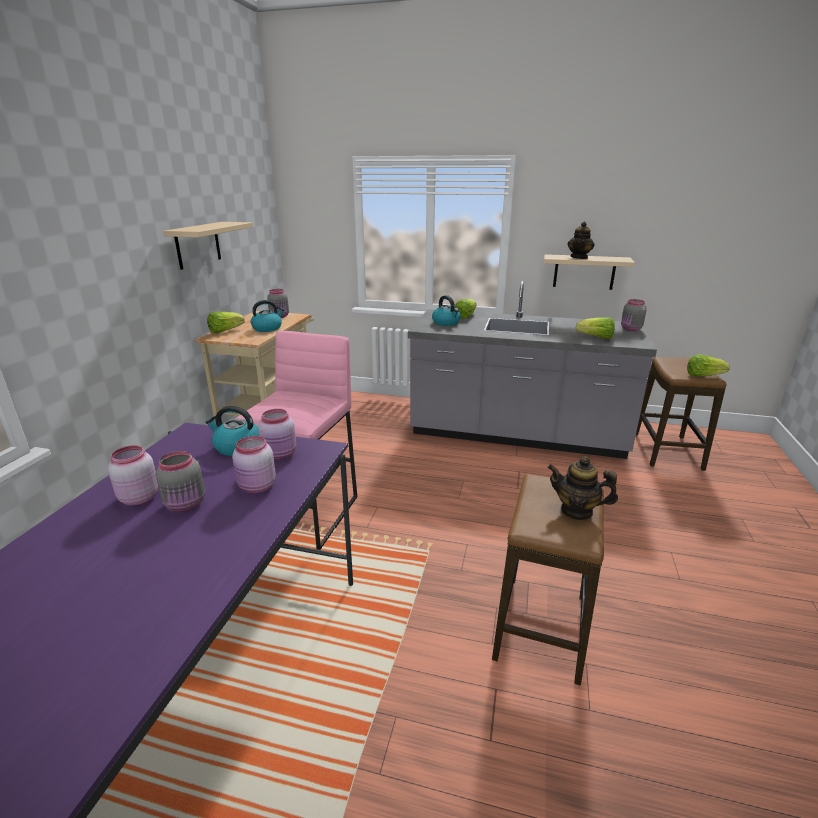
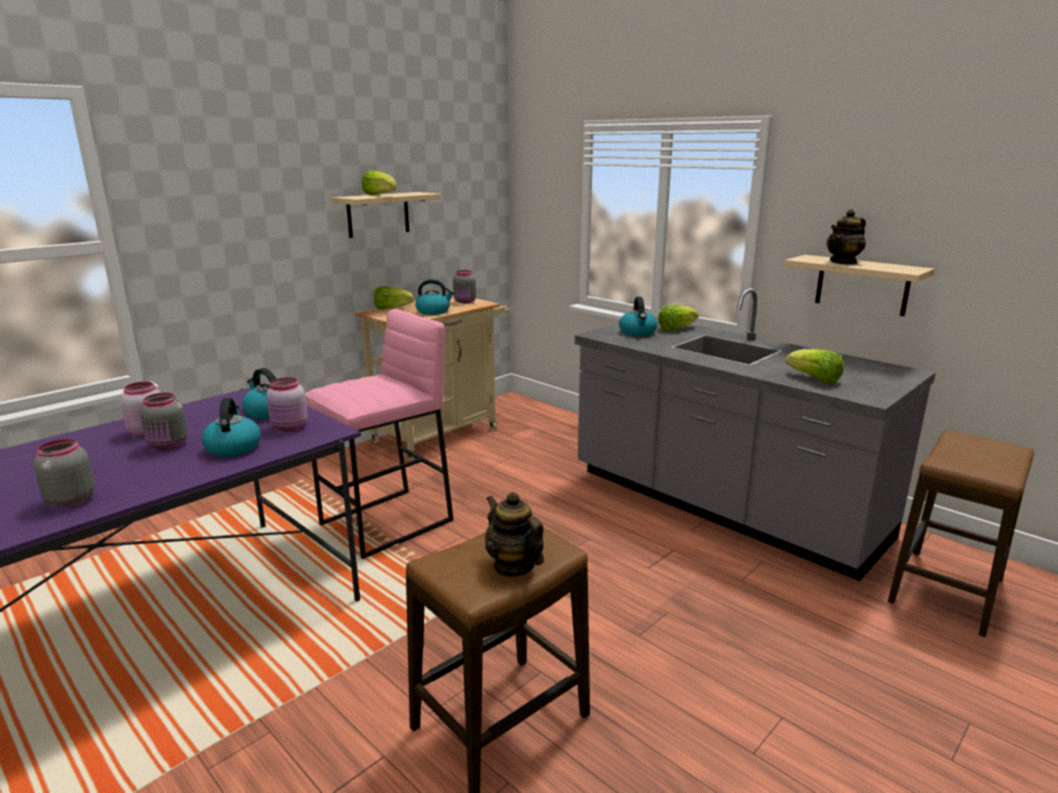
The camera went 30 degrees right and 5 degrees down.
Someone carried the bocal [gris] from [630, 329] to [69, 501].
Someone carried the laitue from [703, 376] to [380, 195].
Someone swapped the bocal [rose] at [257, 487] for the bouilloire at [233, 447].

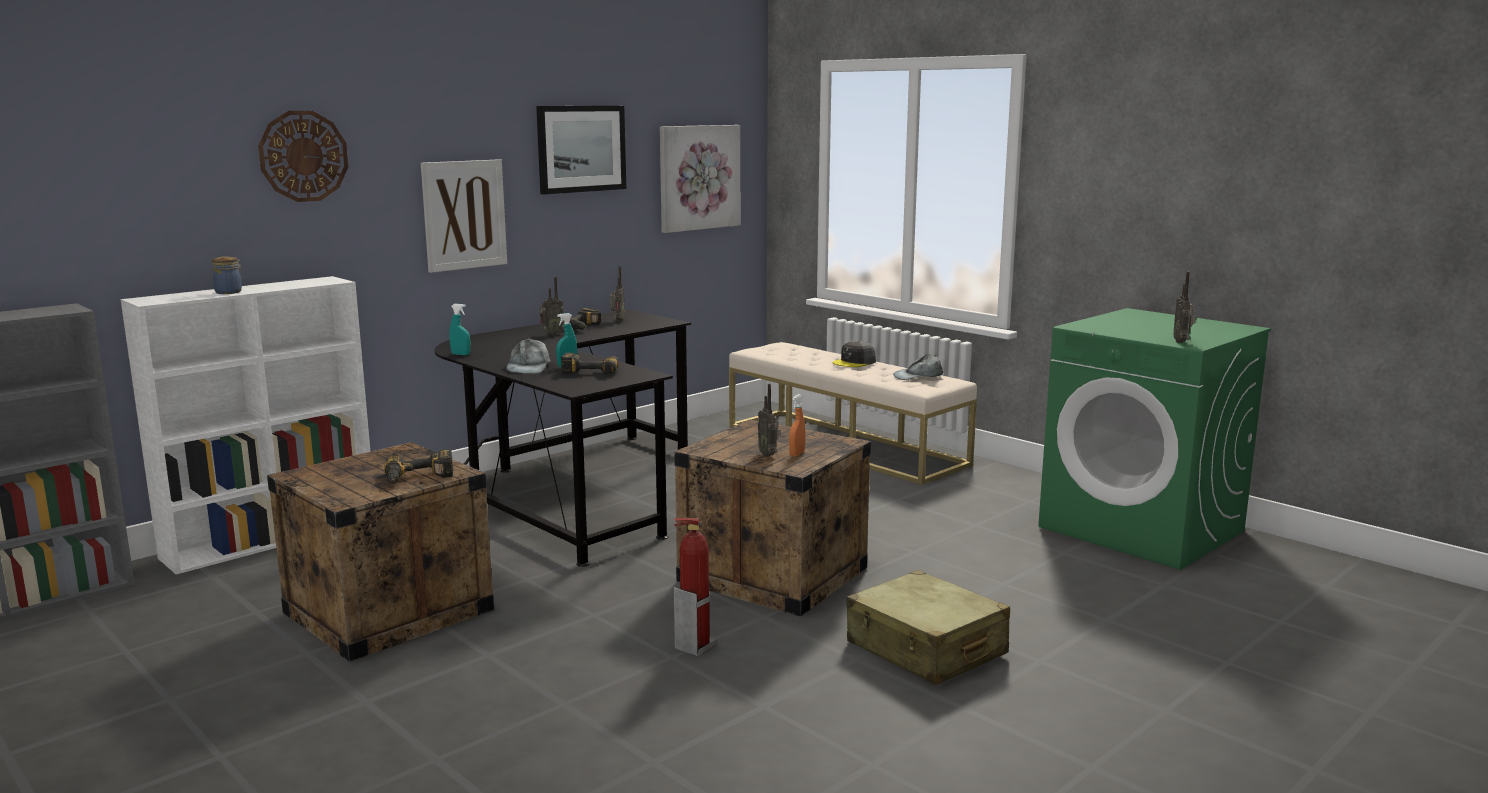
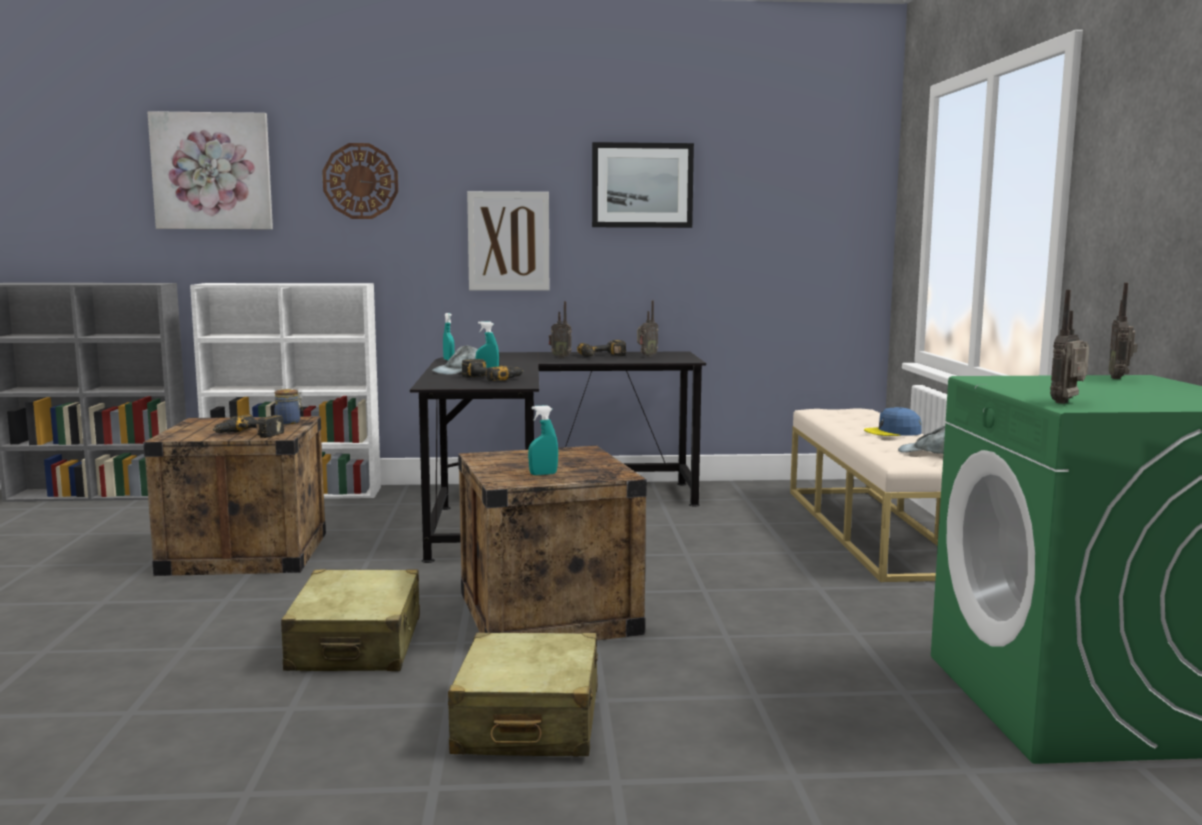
The camera went 40 degrees right and 5 degrees down.
Someone carried the bocal from [229, 292] to [289, 422].
Someone carried the tableau from [698, 177] to [212, 171].
Someone carried the radio from [769, 455] to [1120, 378].
Someone swapped the extincteur at [694, 646] for the valise [beige] at [356, 644].
Someone repainted the vaporisateur [orange] at [797, 454], which became the vaporisateur [turquoise] at [543, 474].
Someone repainted the casquette [gris] at [854, 362], which became the casquette [bleu] at [893, 432].

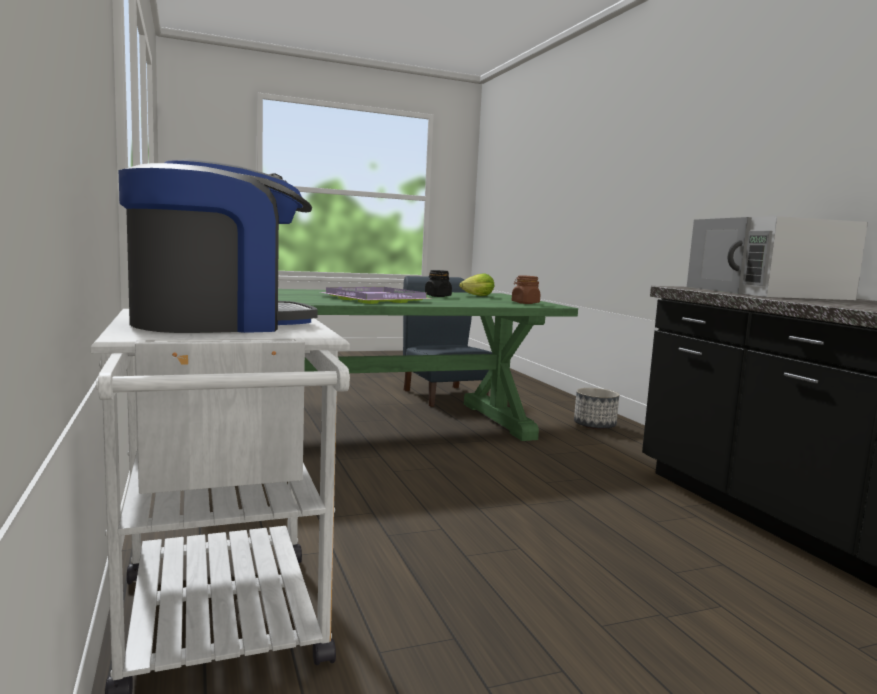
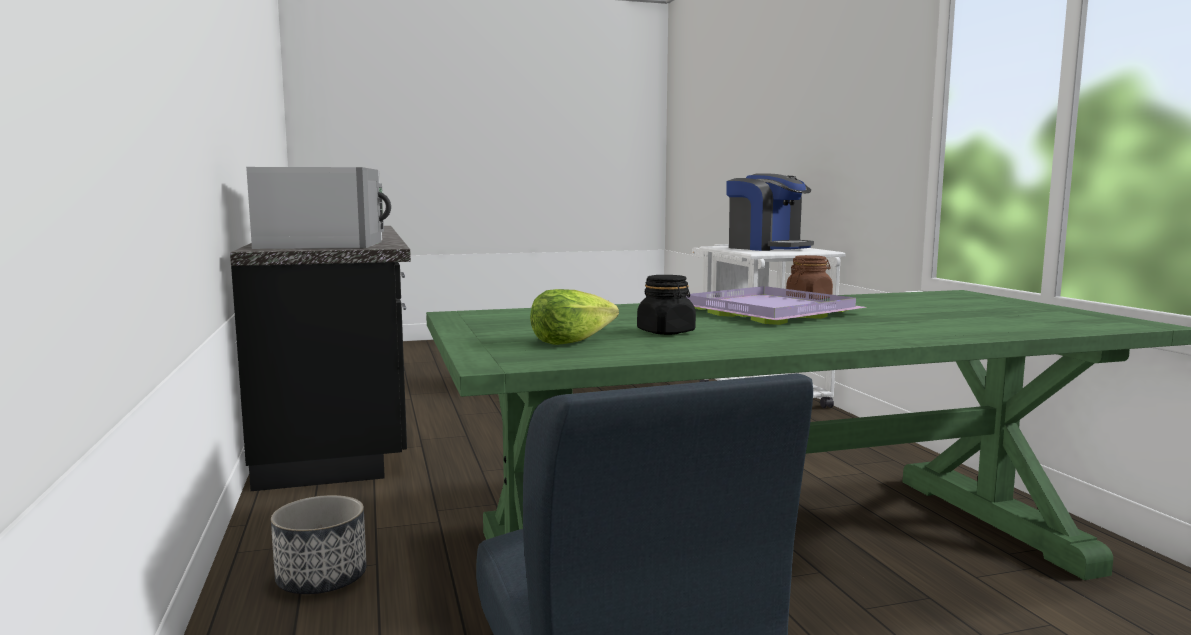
The camera went 175 degrees left and 0 degrees up.
Someone carried the bocal [marron] from [525, 303] to [808, 299].
Someone rotated the machine à café at [219, 323] by 105 degrees counterclockwise.

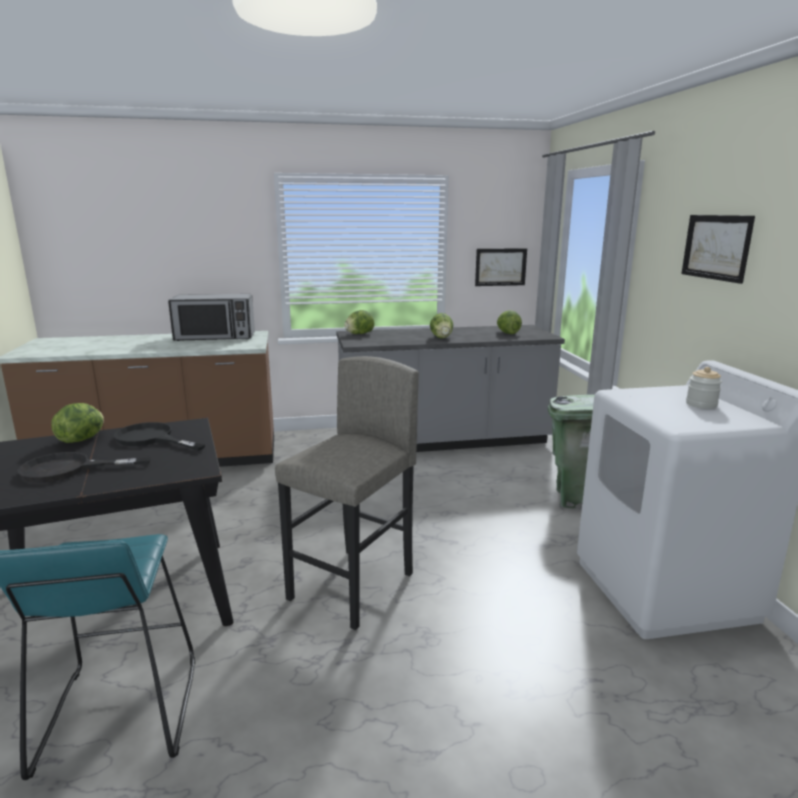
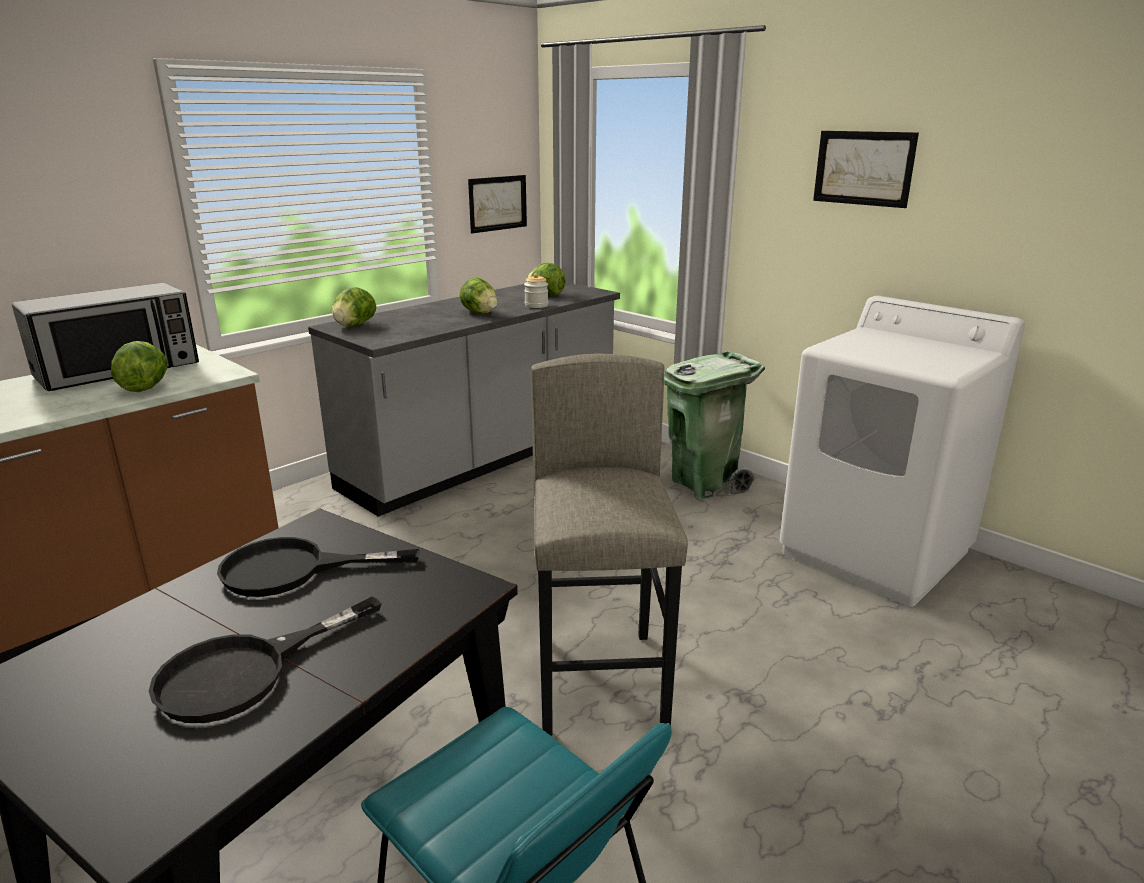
The camera went 35 degrees left and 5 degrees up.
Someone carried the laitue from [82, 439] to [145, 388].
Someone carried the bocal from [701, 404] to [536, 305].

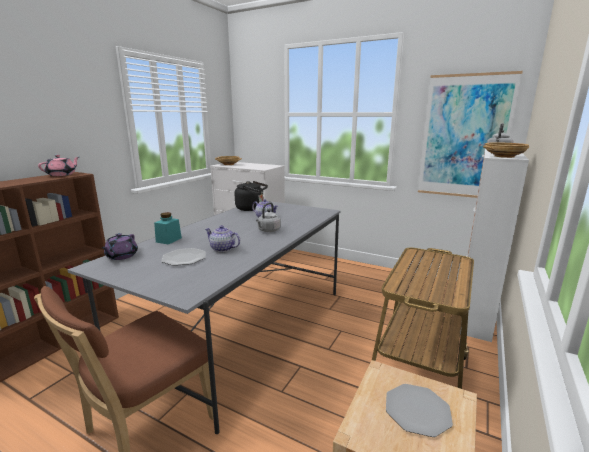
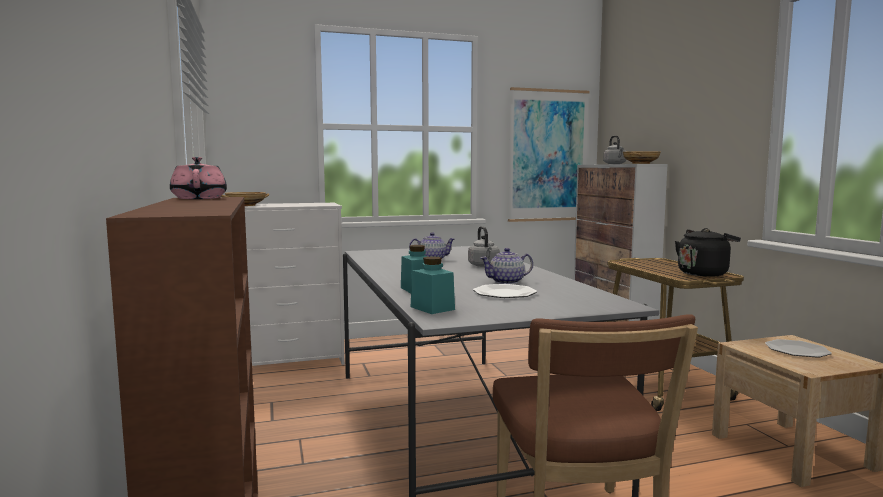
The camera went 45 degrees left and 10 degrees down.
Someone carried the bouilloire [noir] from [251, 208] to [704, 273].
Someone swapped the théière [violet] at [121, 256] for the bocal [turquoise] at [432, 308].

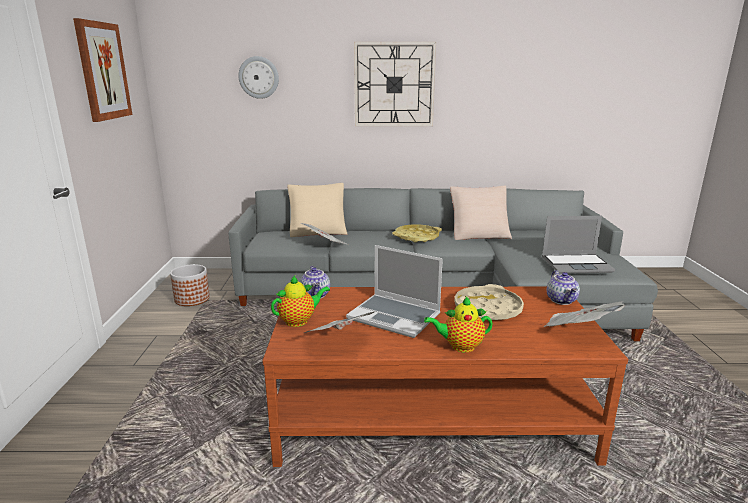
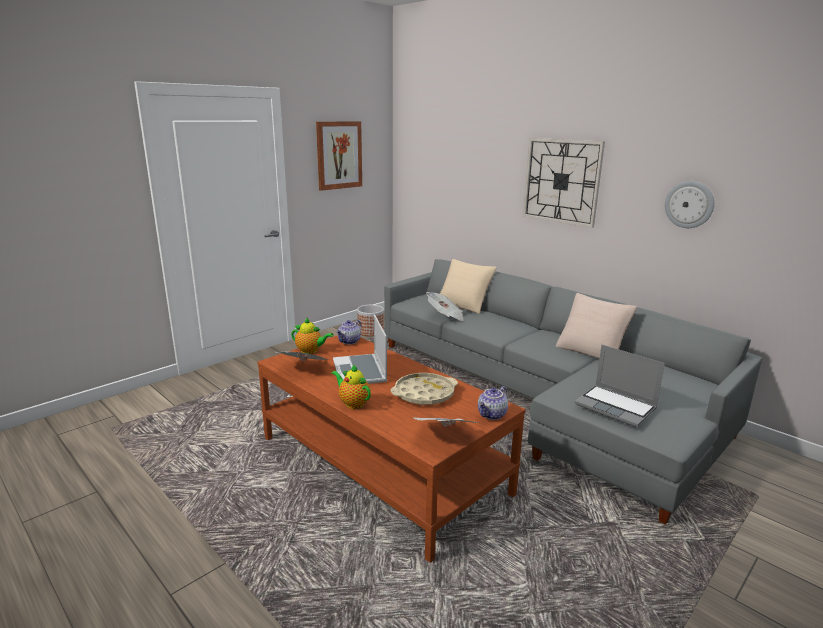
The camera went 45 degrees right and 0 degrees up.
Someone took away the plateau [jaune] at [417, 237].
Someone carried the horloge murale from [259, 77] to [689, 204].

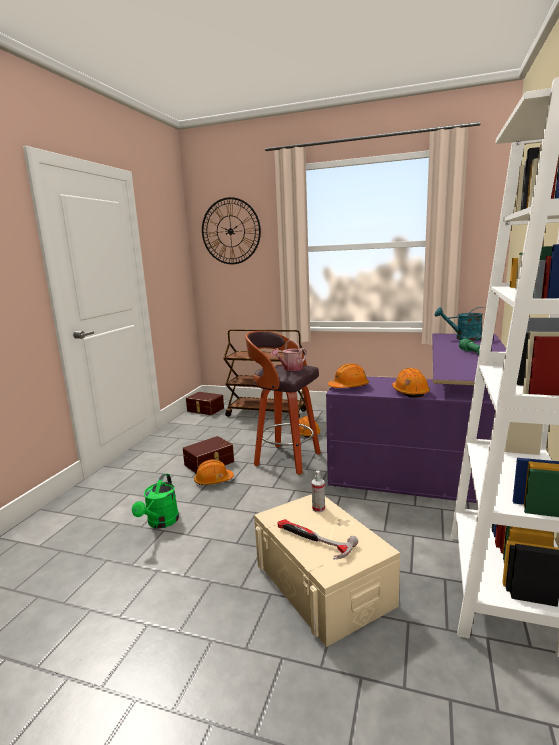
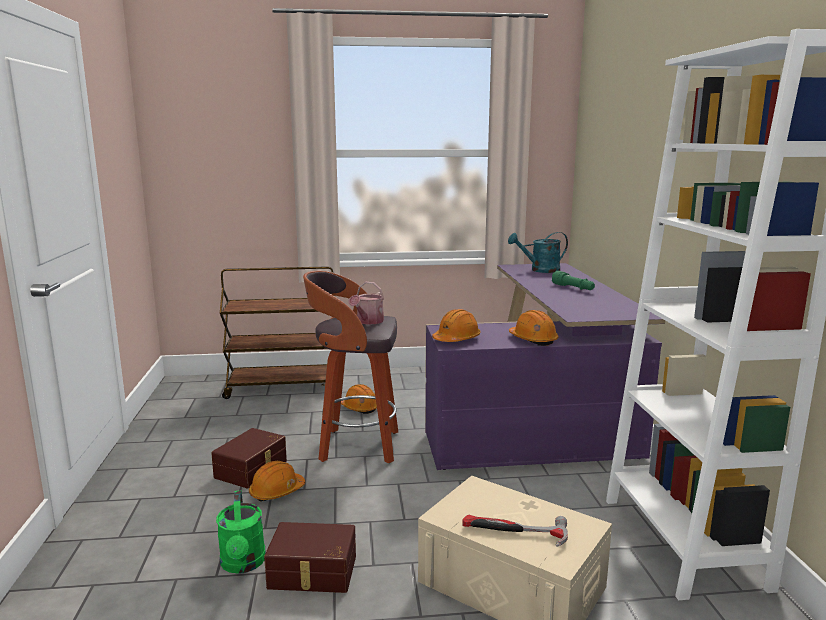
The camera went 25 degrees left and 0 degrees up.
Someone took away the horloge murale at [230, 231].
Someone took away the vaporisateur at [318, 508].
Someone carried the boîte de rangement [marron] from [205, 410] to [312, 573].

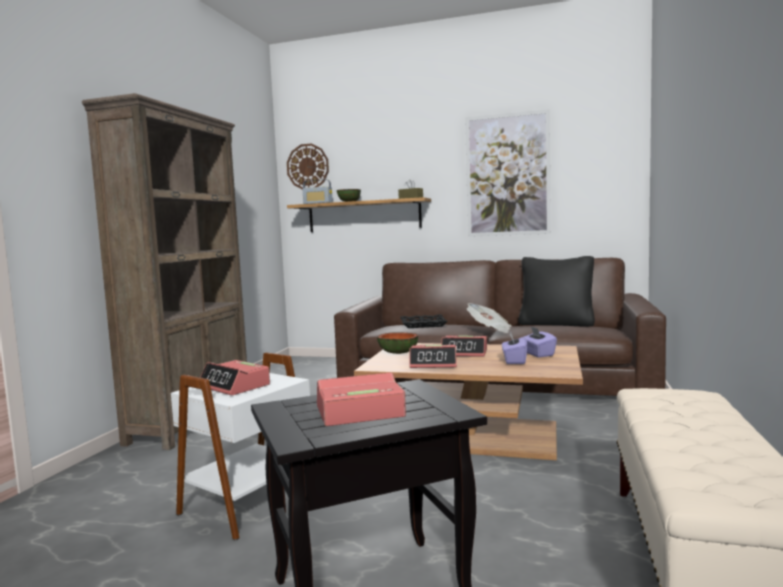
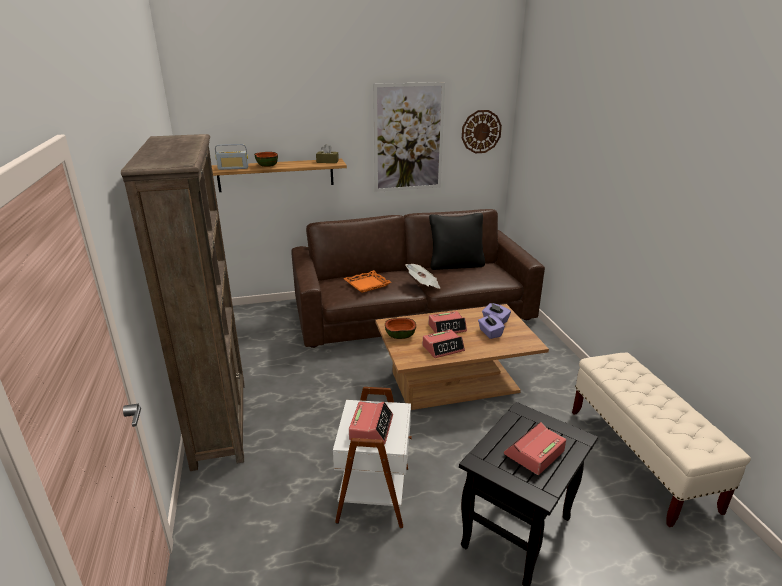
The camera went 30 degrees left and 20 degrees up.
Someone carried the horloge murale from [308, 167] to [481, 131].
Someone repainted the plateau [noir] at [423, 325], which became the plateau [orange] at [367, 284].
Someone rotated the réveil at [234, 386] by 90 degrees counterclockwise.

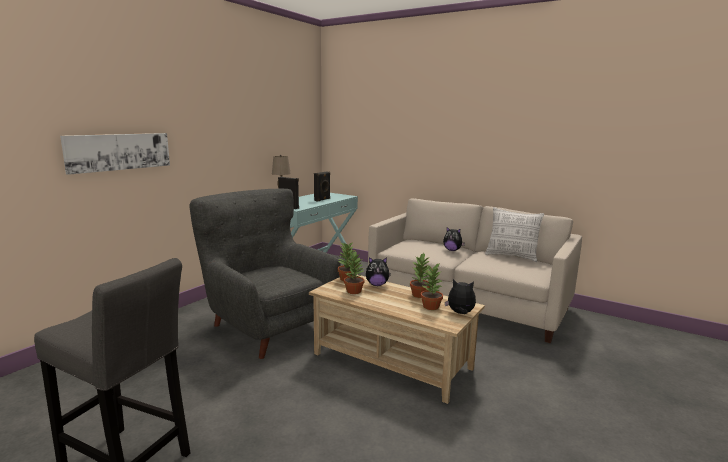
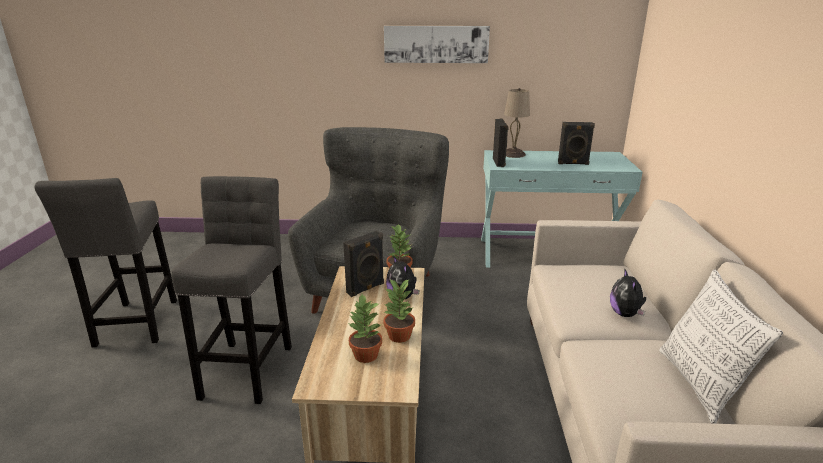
The camera went 60 degrees right and 10 degrees up.
Someone took away the peluche at [460, 313].
Someone put down the tabouret [gris] at [248, 367].
Someone carried the tableau from [119, 151] to [436, 44].
Someone swapped the plante en pot at [353, 291] for the enceinte [noir] at [366, 289].

